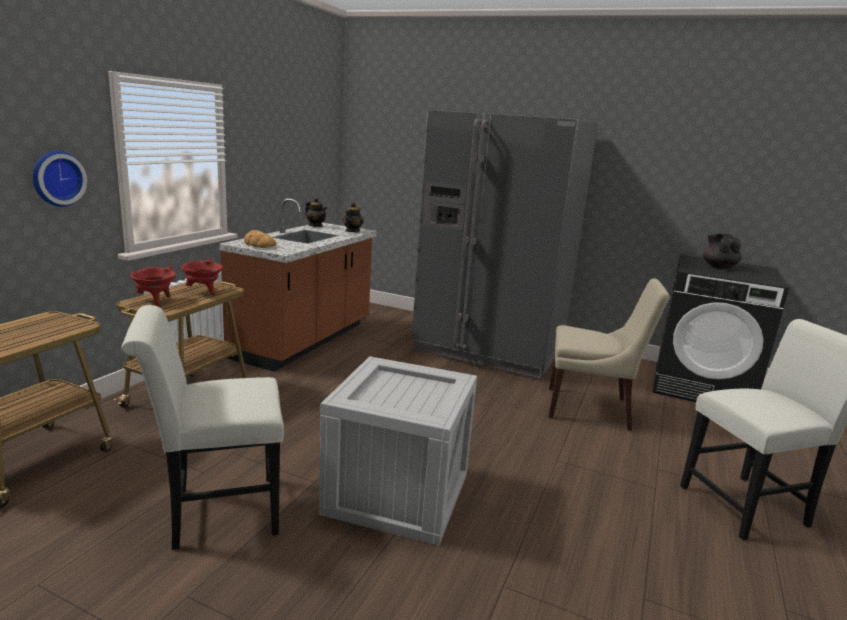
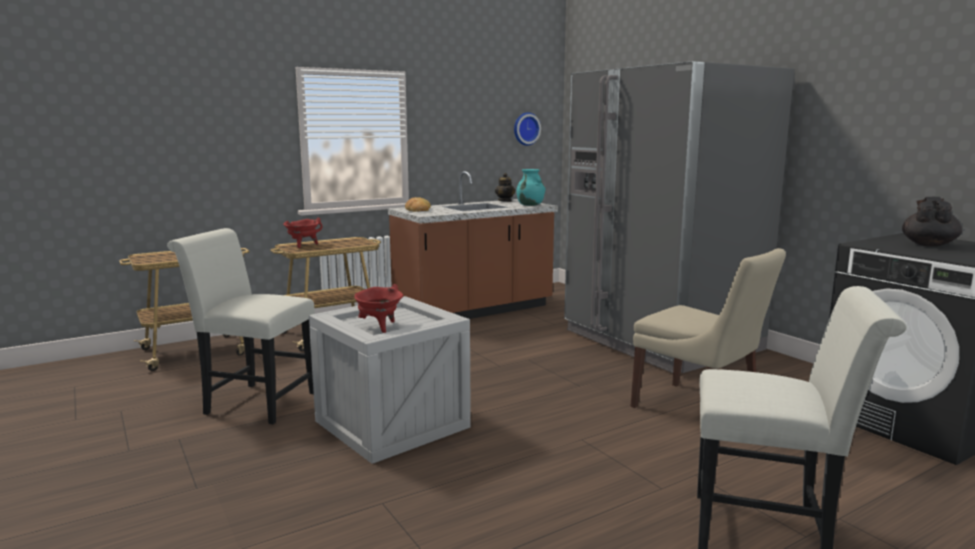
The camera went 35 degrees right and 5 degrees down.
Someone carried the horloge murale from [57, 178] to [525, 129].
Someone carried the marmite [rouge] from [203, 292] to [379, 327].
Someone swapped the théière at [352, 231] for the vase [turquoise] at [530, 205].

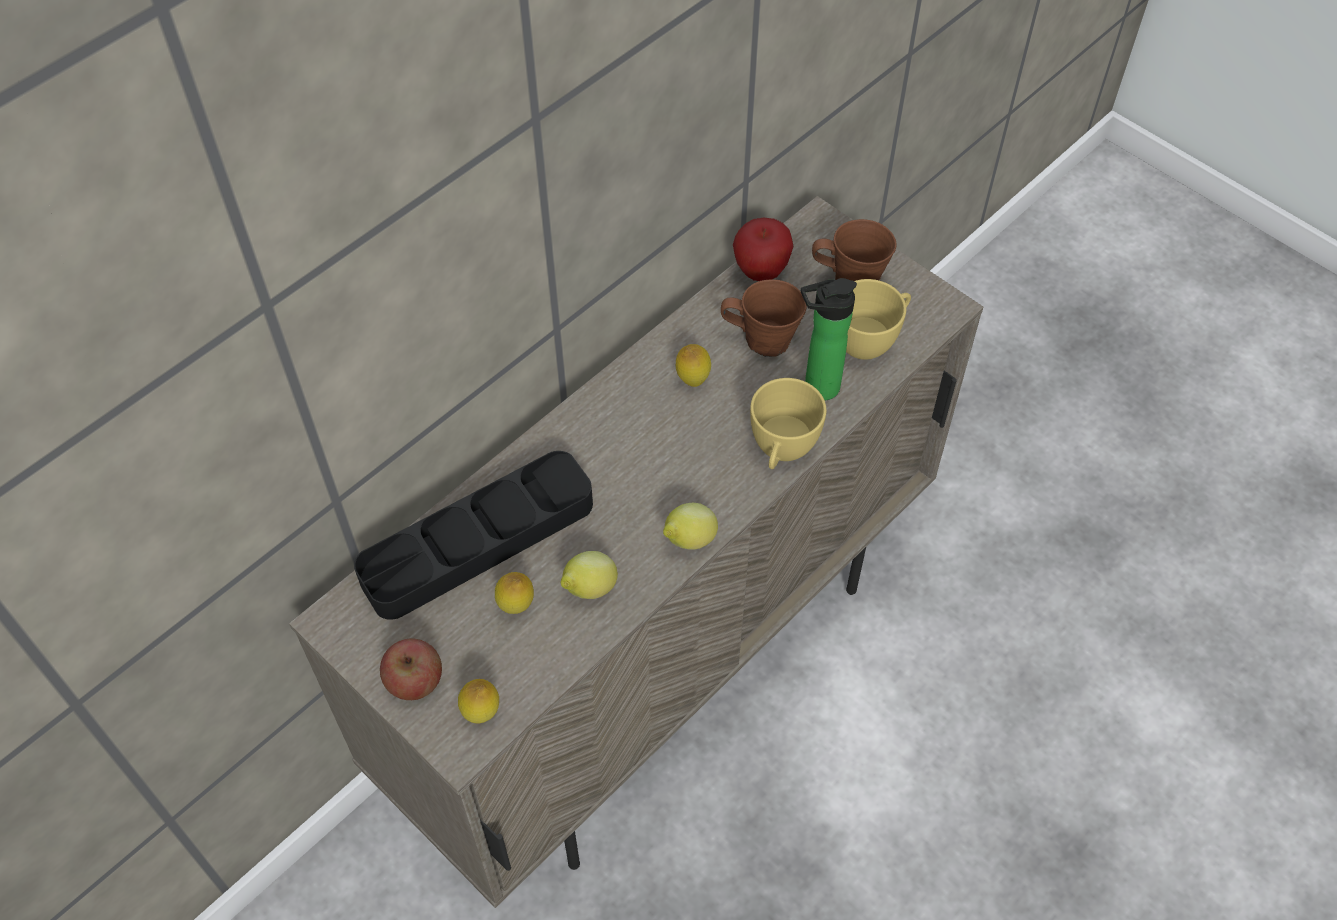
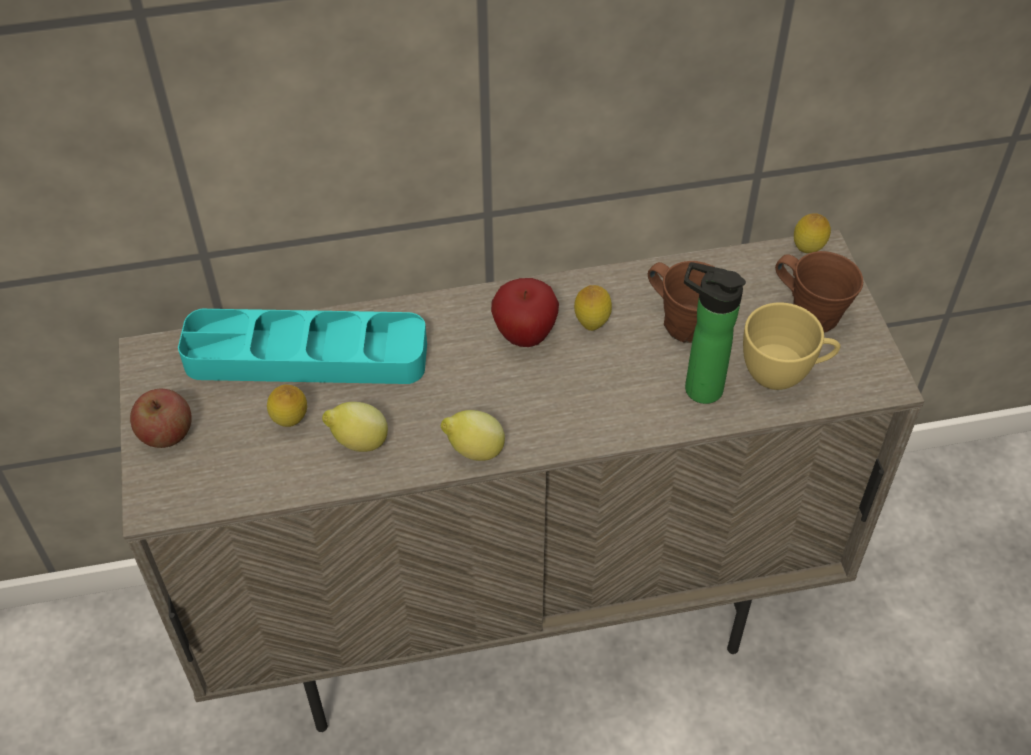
The camera went 35 degrees right and 5 degrees down.
Someone took away the tasse [jaune] at [781, 451].
Someone carried the citron from [481, 713] to [807, 251].
Someone carried the pomme from [761, 271] to [525, 336].
Someone repainted the plateau [noir] at [478, 541], which became the plateau [turquoise] at [306, 356].

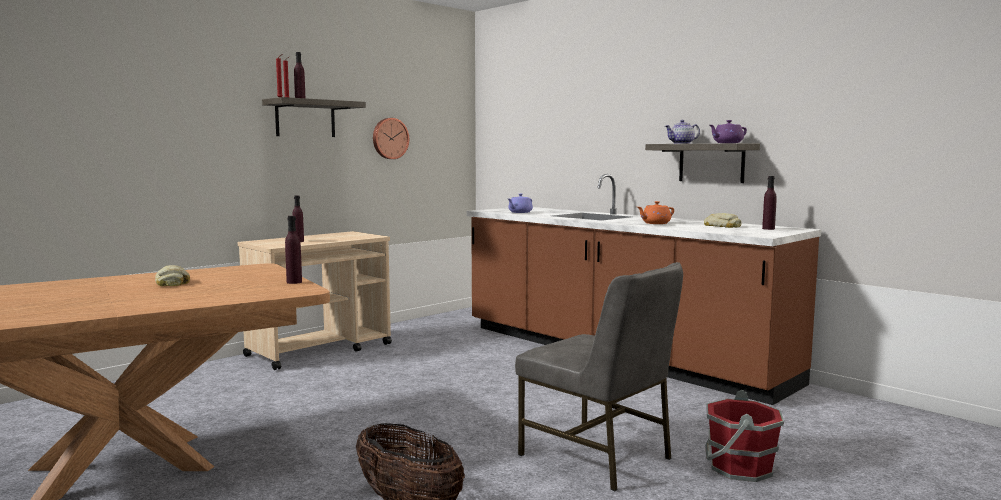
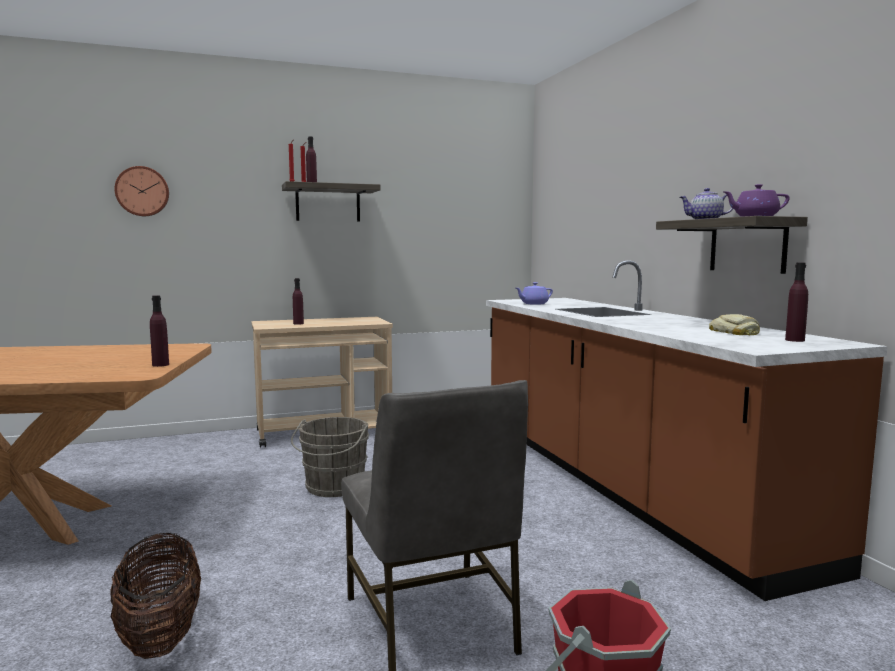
The camera went 25 degrees right and 0 degrees up.
Someone took away the pain at [172, 282].
Someone took away the théière [orange] at [655, 223].
Someone put down the seau [gris] at [333, 488].
Someone carried the horloge murale from [389, 138] to [142, 191].

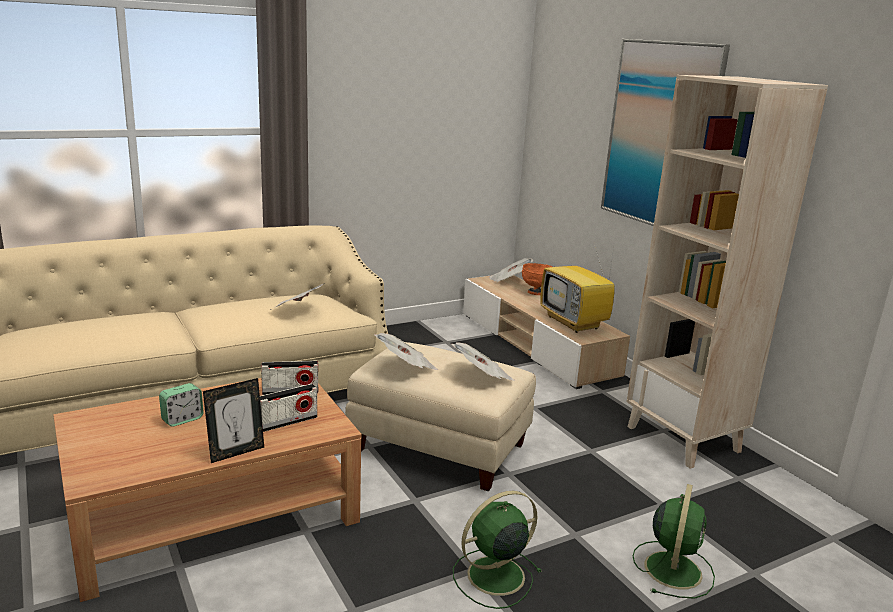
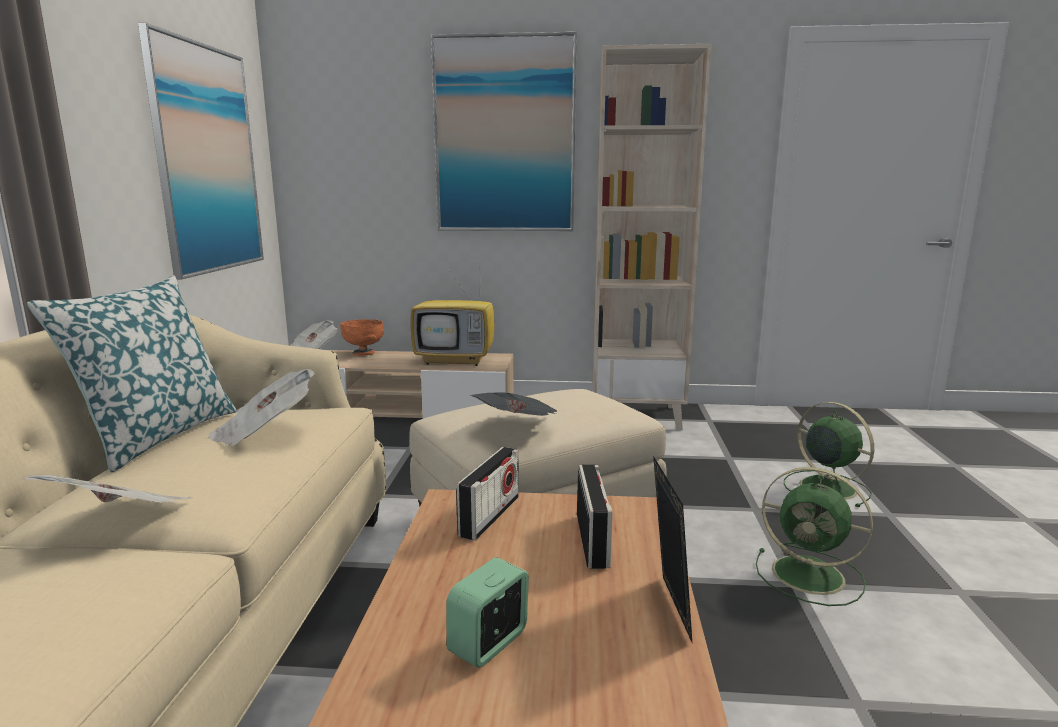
The camera went 55 degrees left and 5 degrees down.
Someone put down the coussin at [157, 436].
Someone put up the tableau at [207, 160].
Someone carried the journal from [482, 377] to [119, 522].
Someone rotated the réveil at [182, 419] by 135 degrees counterclockwise.
Someone rotated the ventilateur [vert] at [493, 576] by 60 degrees counterclockwise.

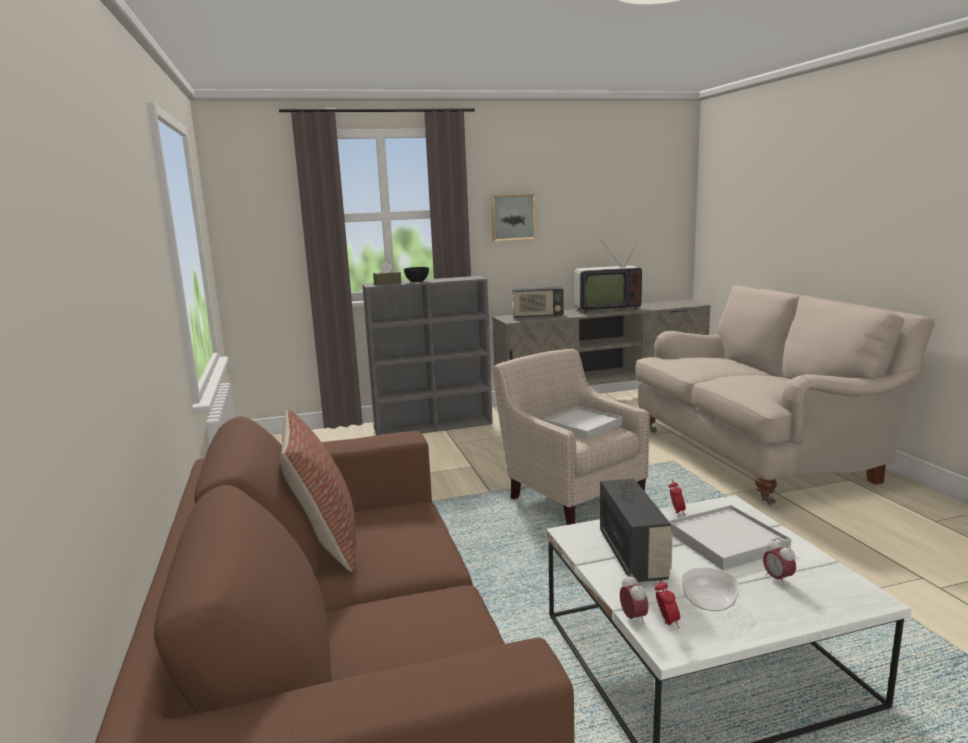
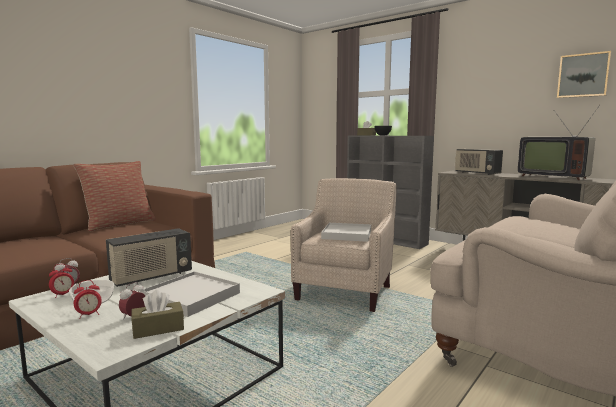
The camera went 55 degrees right and 5 degrees down.
Someone put down the boîte à mouchoirs [marron] at [158, 329].
Someone carried the tableau from [512, 217] to [583, 75].
Someone carried the réveil from [676, 512] to [89, 315].

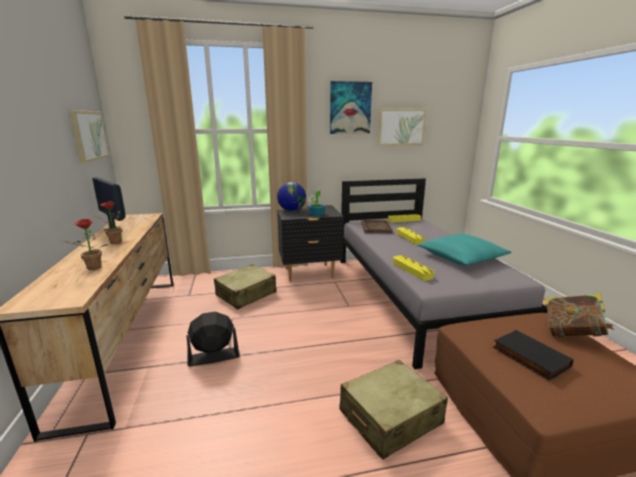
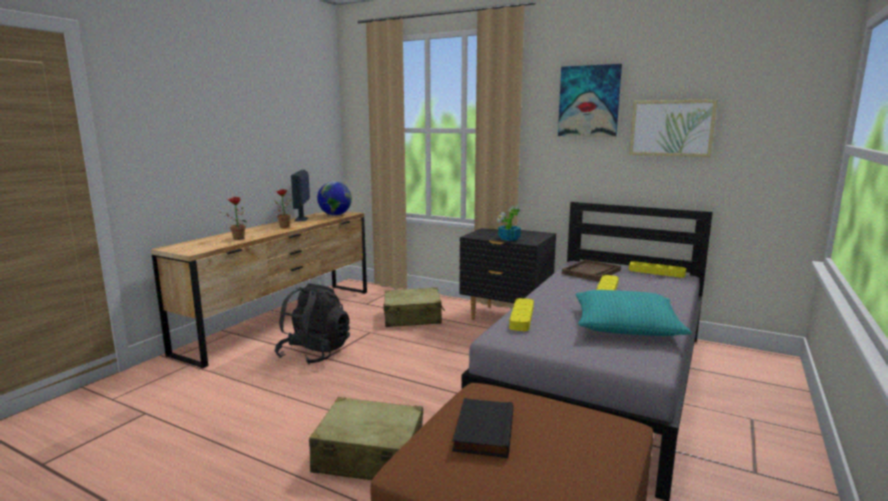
The camera went 40 degrees right and 5 degrees down.
Someone took away the tableau at [89, 135].
Someone took away the livre at [571, 333].
Someone carried the globe from [291, 210] to [335, 215].
Someone swapped the ventilateur [noir] at [213, 357] for the sac à dos [noir] at [314, 353].

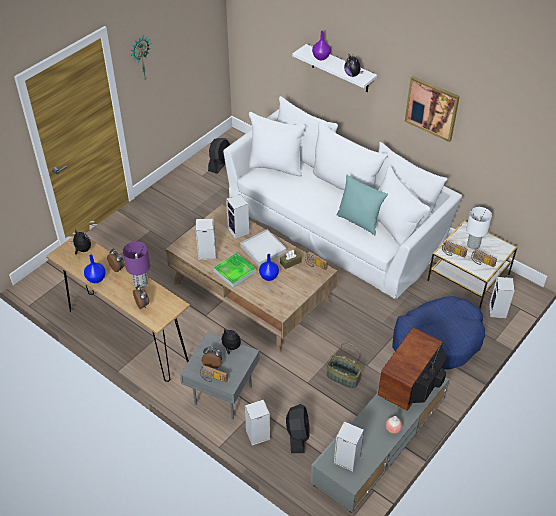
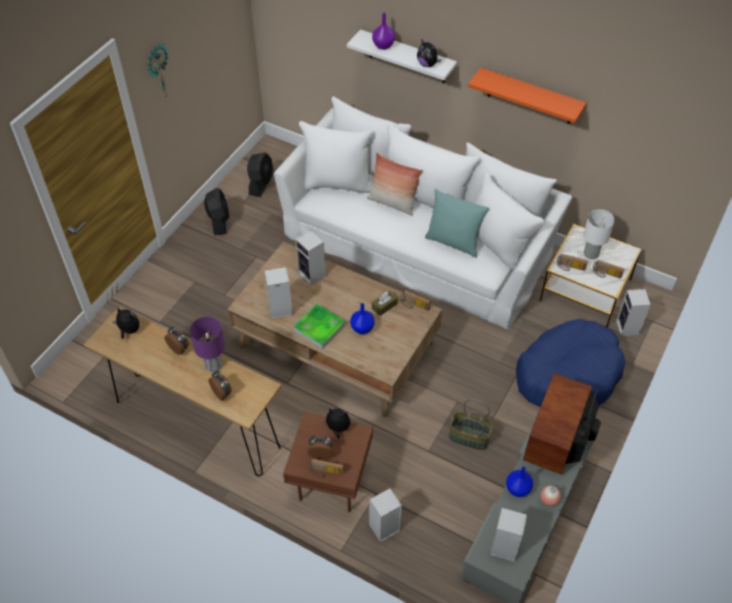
The camera went 10 degrees left and 5 degrees up.
Someone took away the plateau [blanc] at [263, 249].
Someone put down the coussin at [392, 203].
Someone carried the vase [bleu] from [96, 278] to [517, 488].
Someone carried the ventilateur [noir] from [297, 435] to [219, 221].
Someone swapped the tableau at [432, 108] for the étagère [orange] at [530, 97].
Someone repainted the table d'appoint [gris] at [221, 396], which became the table d'appoint [marron] at [329, 484].

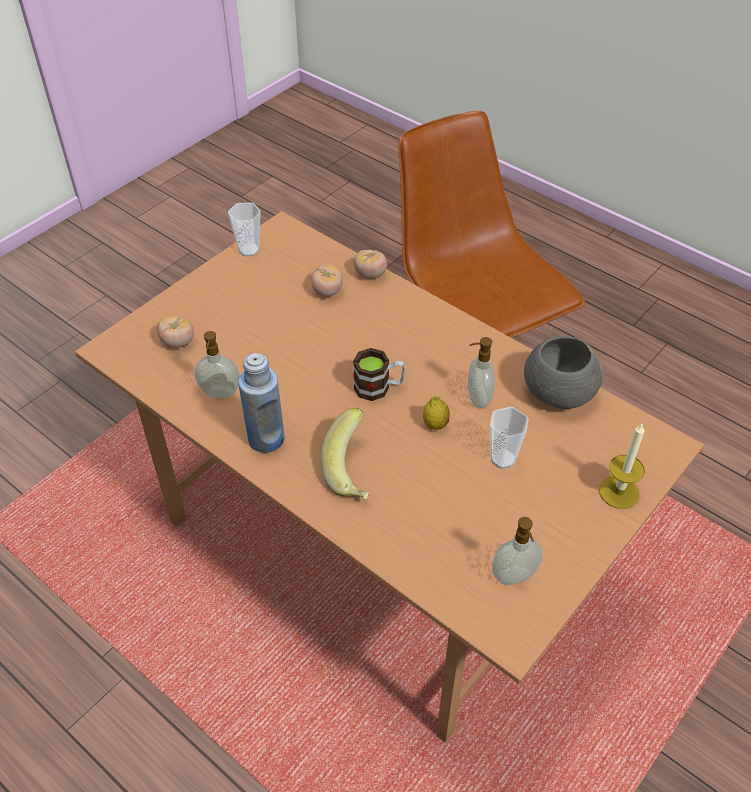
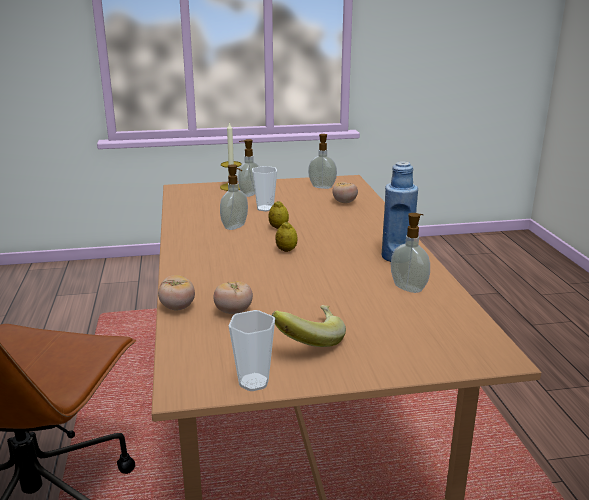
The camera went 140 degrees left and 25 degrees down.
Someone took away the bol [gris] at [557, 392].
Someone put down the distributeur de savon at [249, 194].
Someone carried the tomate from [178, 342] to [344, 202].
Someone carried the banane from [354, 470] to [308, 340].
Someone swapped the mug at [379, 387] for the citron at [286, 250].

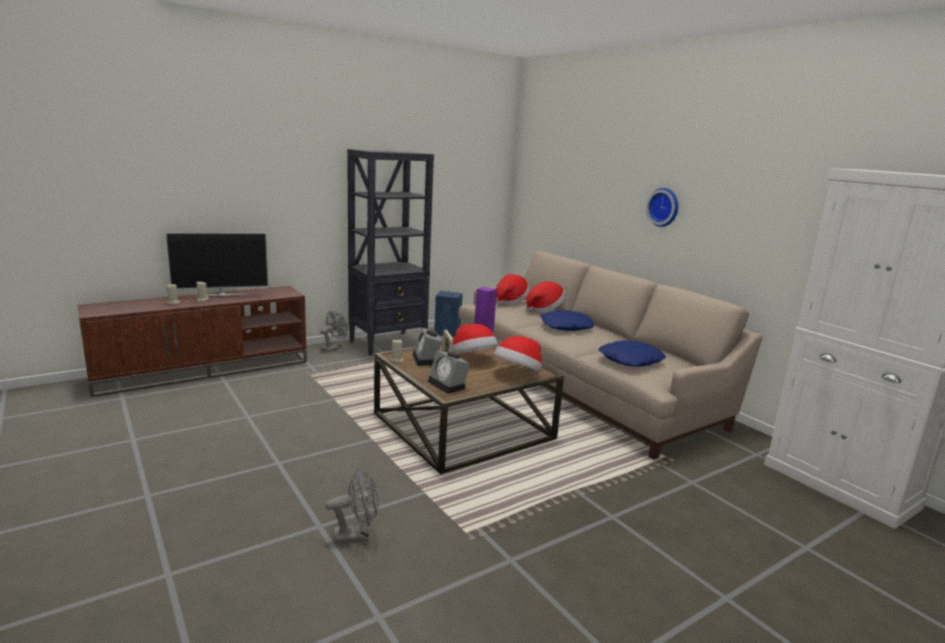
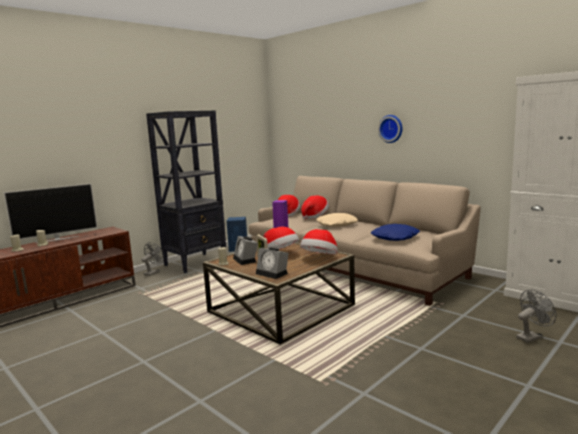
The camera went 10 degrees left and 5 degrees down.
Someone carried the ventilateur [gris] from [356, 535] to [531, 337].
Someone repainted the coussin [bleu] at [566, 327], which became the coussin [beige] at [337, 224].

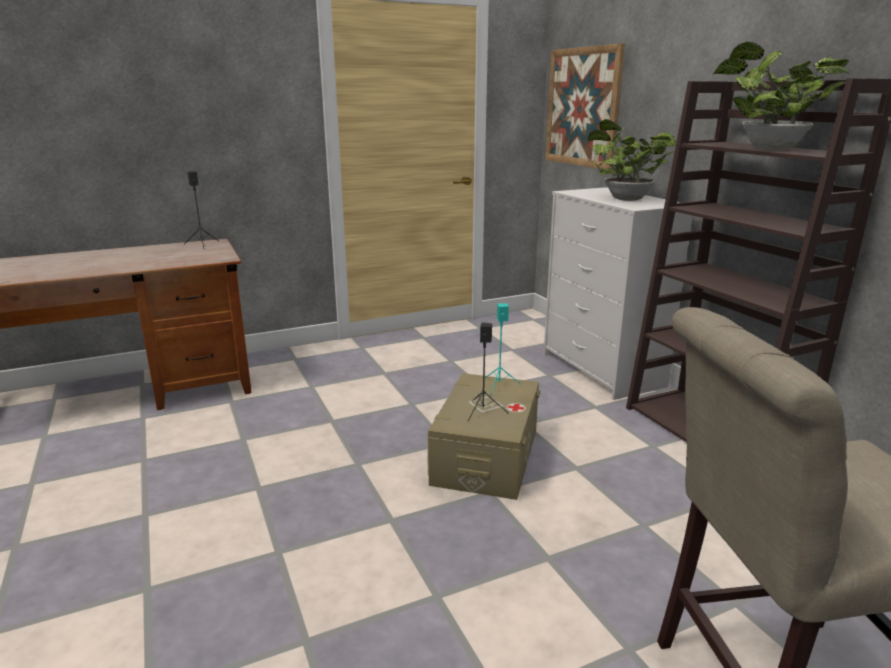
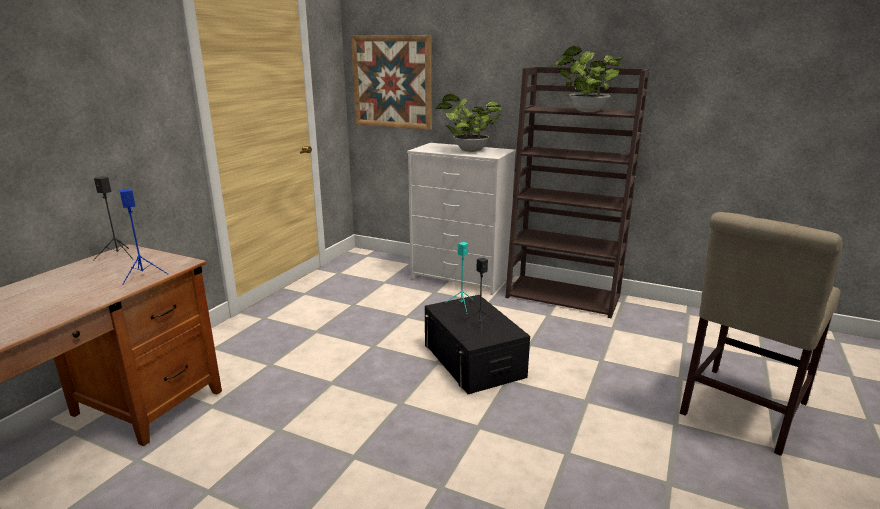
The camera went 40 degrees left and 0 degrees up.
Someone put down the enceinte [bleu] at [144, 275].
Someone repainted the boîte de rangement [beige] at [486, 456], which became the boîte de rangement [noir] at [473, 360].

